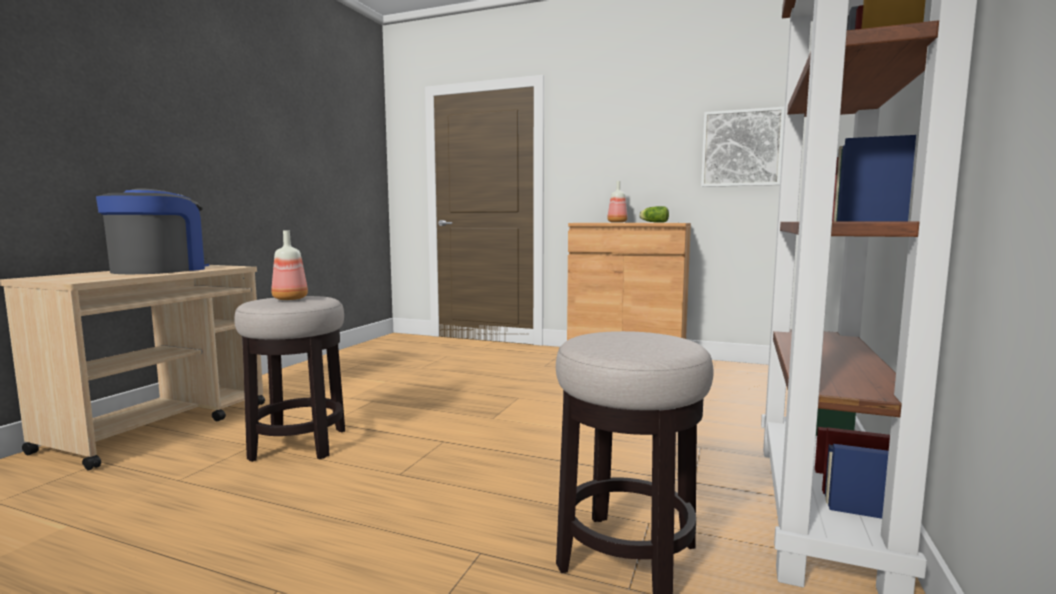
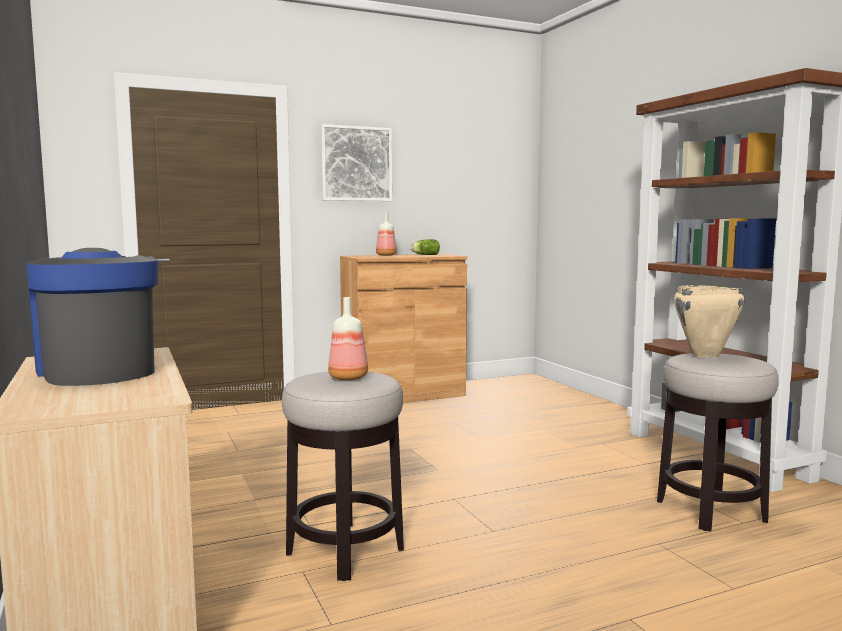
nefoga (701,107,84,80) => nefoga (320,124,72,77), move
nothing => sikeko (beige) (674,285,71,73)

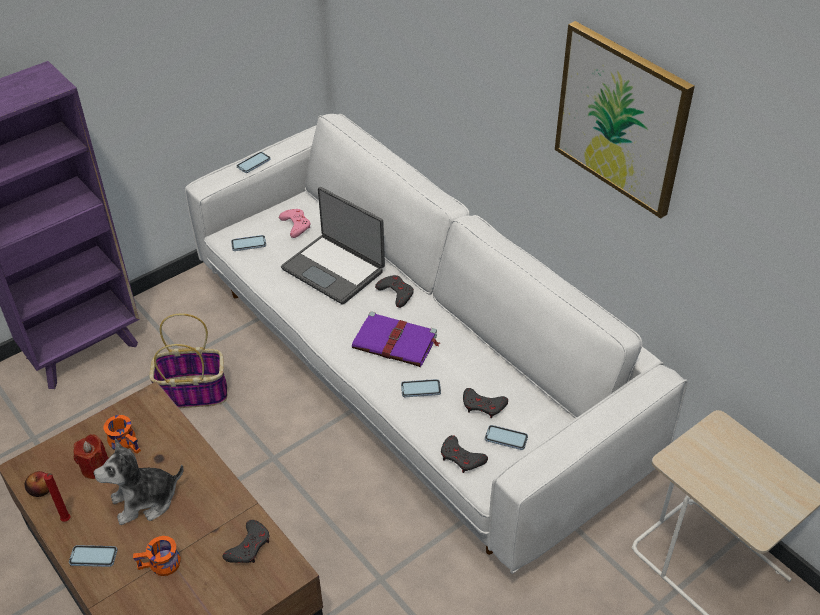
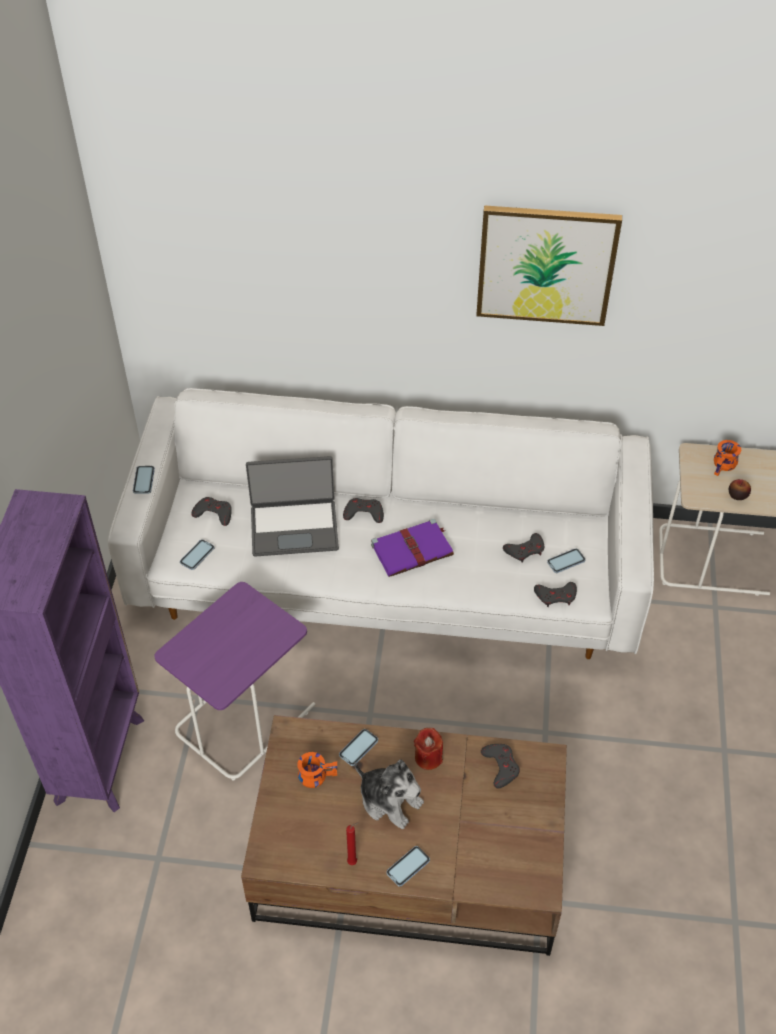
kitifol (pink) (279,209,31,29) => kitifol (grey) (191,497,41,29)
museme (149,313,78,95) => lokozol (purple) (154,582,162,198)
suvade (401,379,40,18) => suvade (339,729,39,37), move
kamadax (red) (74,434,35,45) => kamadax (red) (414,728,29,42), move
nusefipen (93,438,90,87) => nusefipen (354,759,70,70), 75 degrees counterclockwise
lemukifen (25,471,24,26) => lemukifen (729,479,22,21), move
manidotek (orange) (133,536,47,40) => manidotek (orange) (714,440,27,36), move

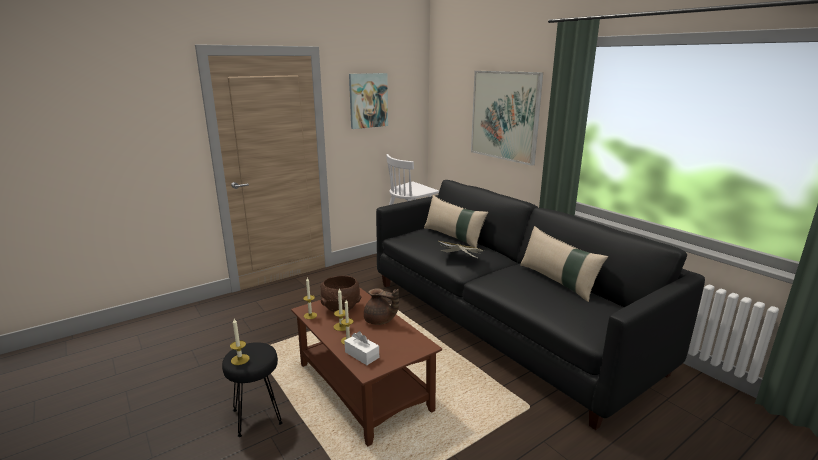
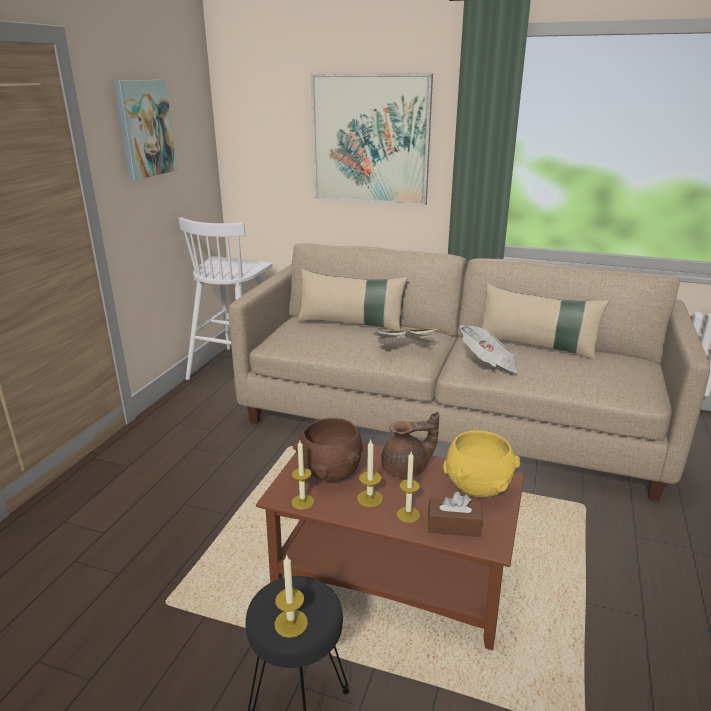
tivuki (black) (376,180,329,250) => tivuki (beige) (229,243,481,258)
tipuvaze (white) (345,331,34,34) => tipuvaze (brown) (428,492,55,45)
nothing => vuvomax (460,325,57,48)
nothing => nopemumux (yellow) (443,430,77,67)

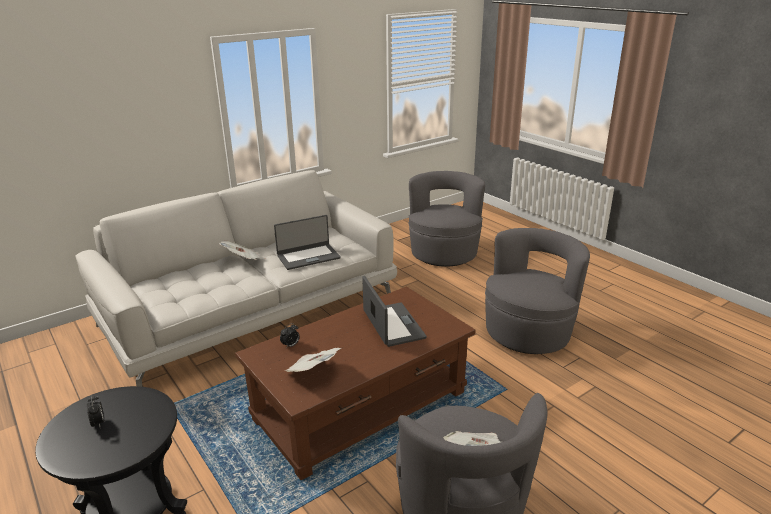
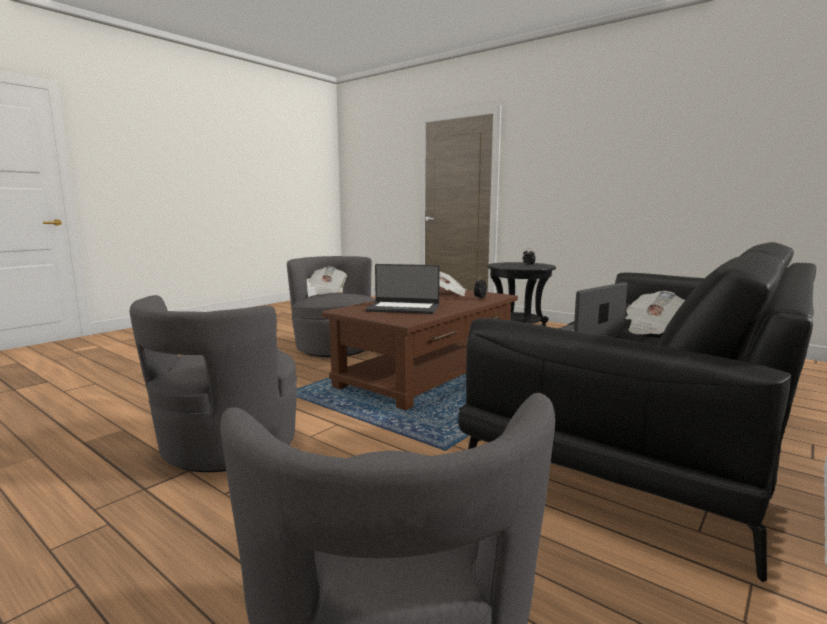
tivuki (white) (76,170,321,217) => tivuki (black) (458,242,358,340)
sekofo (362,276,65,71) => sekofo (365,264,75,50), 45 degrees counterclockwise

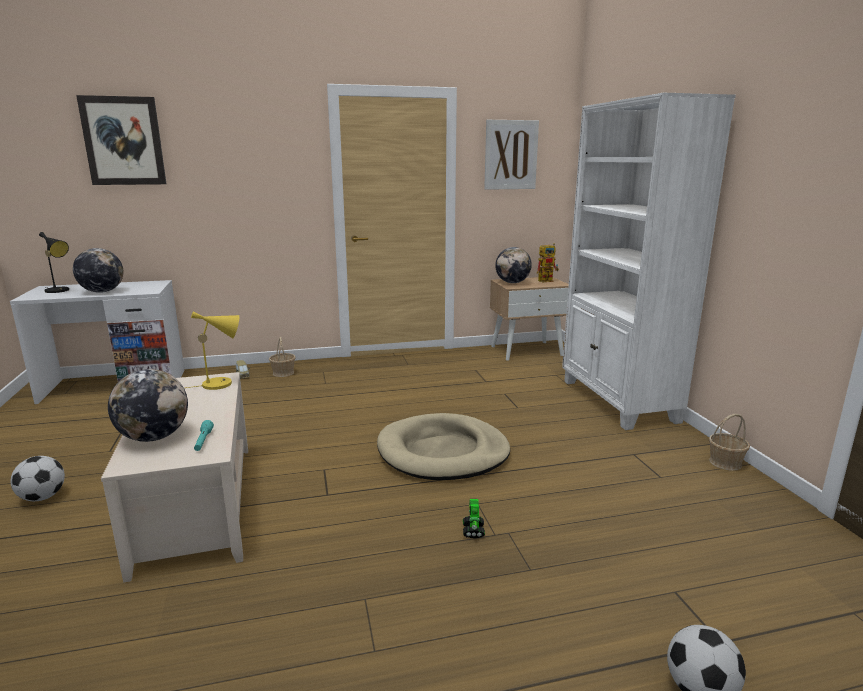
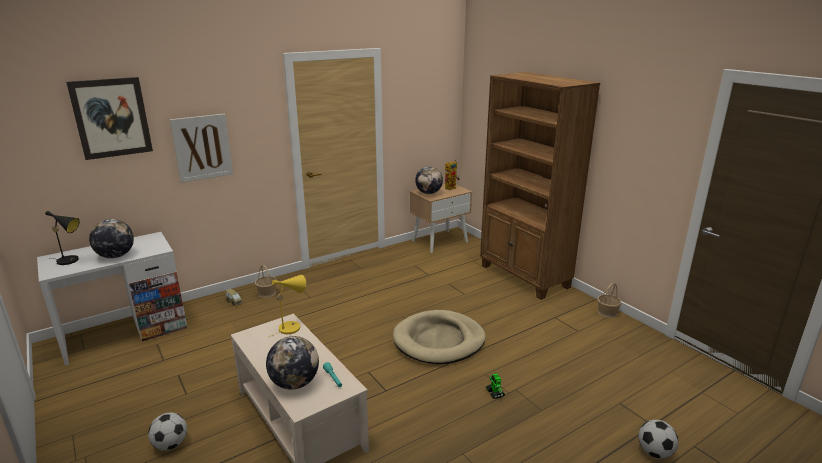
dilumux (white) (562,93,174,337) => dilumux (brown) (480,72,120,228)
nefoga (484,120,55,70) => nefoga (170,114,63,69), move

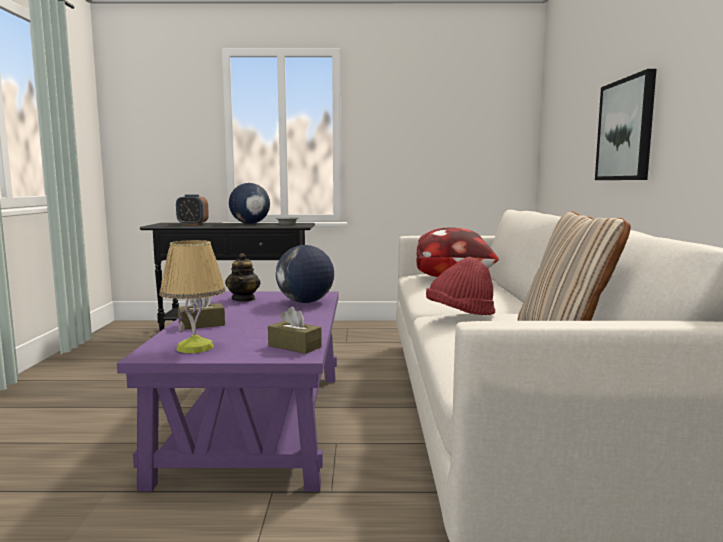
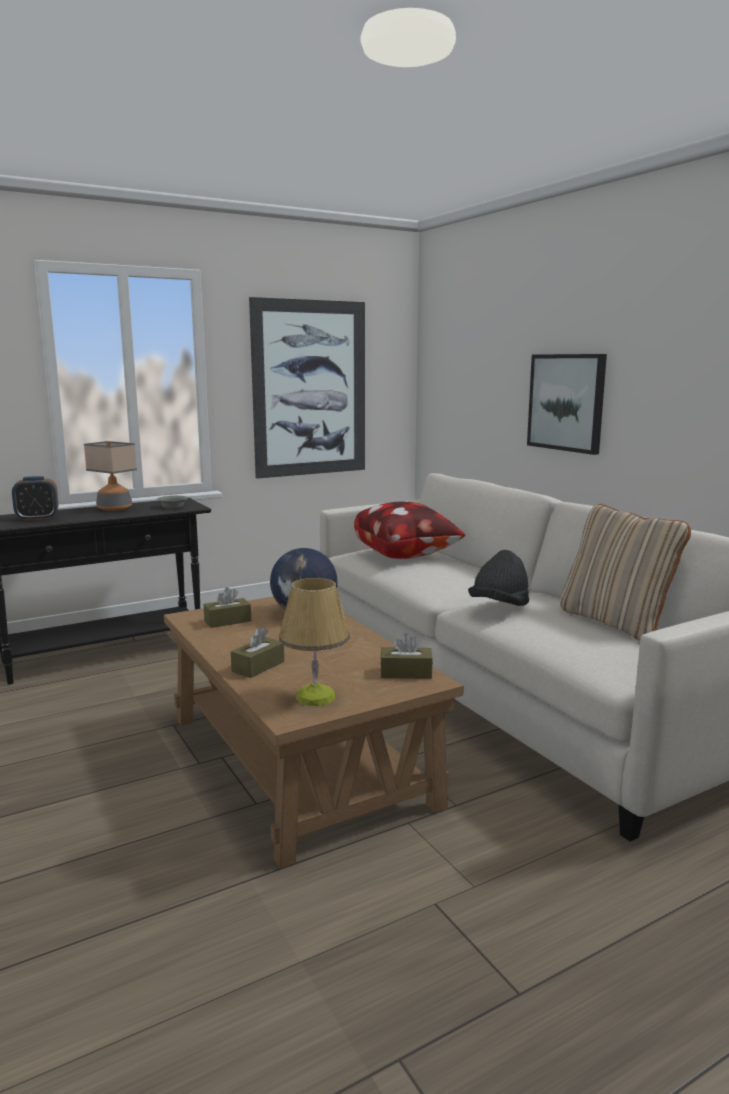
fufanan (229,183,41,41) => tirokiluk (84,441,53,70)
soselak (225,253,35,49) => tipuvaze (brown) (204,587,47,41)
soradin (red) (426,257,69,58) => soradin (black) (468,550,61,56)
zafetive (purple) (117,291,222,201) => zafetive (brown) (164,596,300,273)
nothing => nefoga (249,297,116,182)

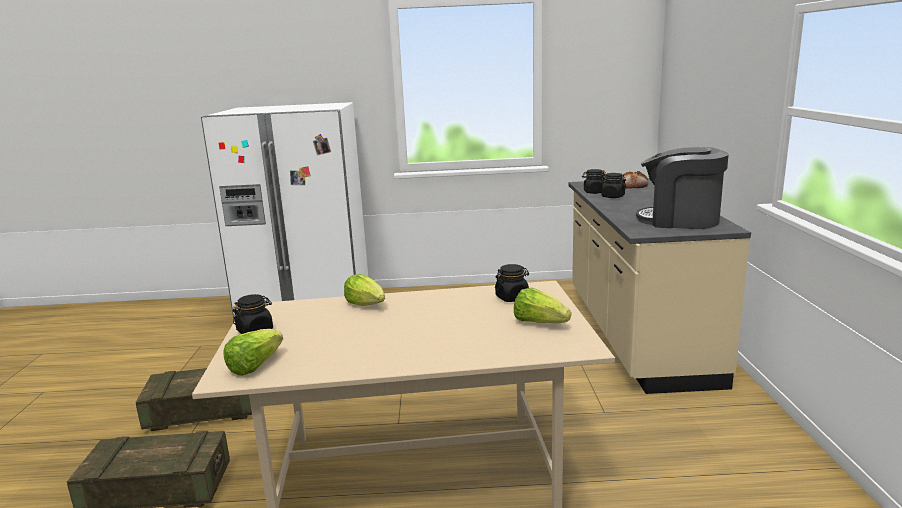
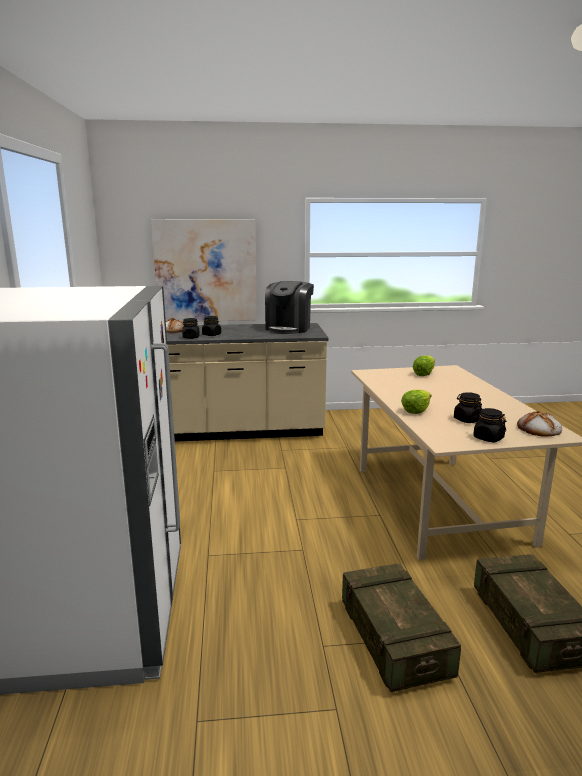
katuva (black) (495,264,34,38) => katuva (black) (454,392,28,31), move
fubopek (224,329,59,47) => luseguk (517,411,45,26)
nothing => nefoga (151,220,106,102)

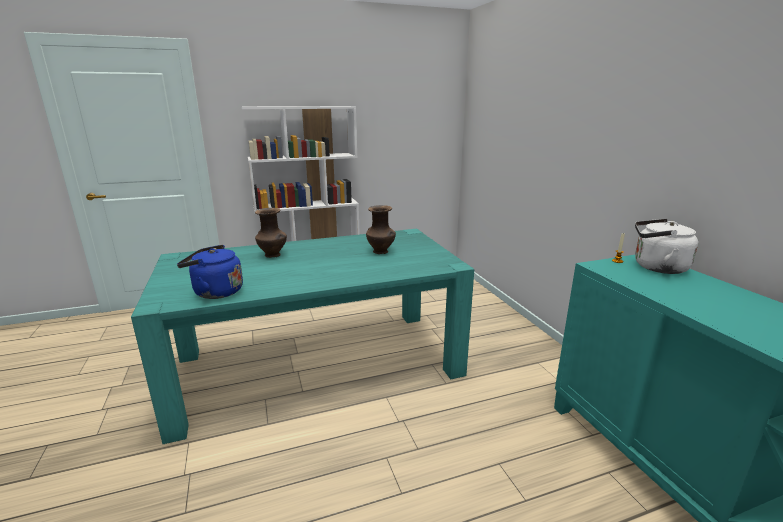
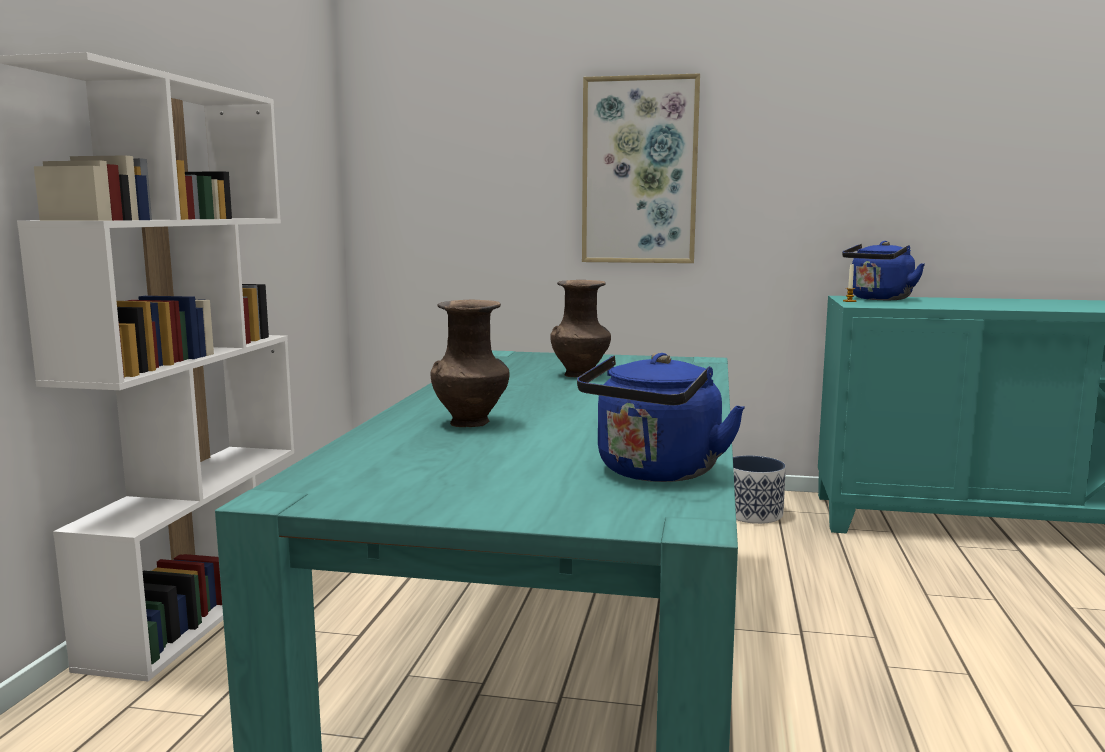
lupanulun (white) (635,219,63,55) => lupanulun (blue) (842,241,83,59)
nothing => nefoga (582,73,118,190)
nothing => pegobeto (733,456,53,68)

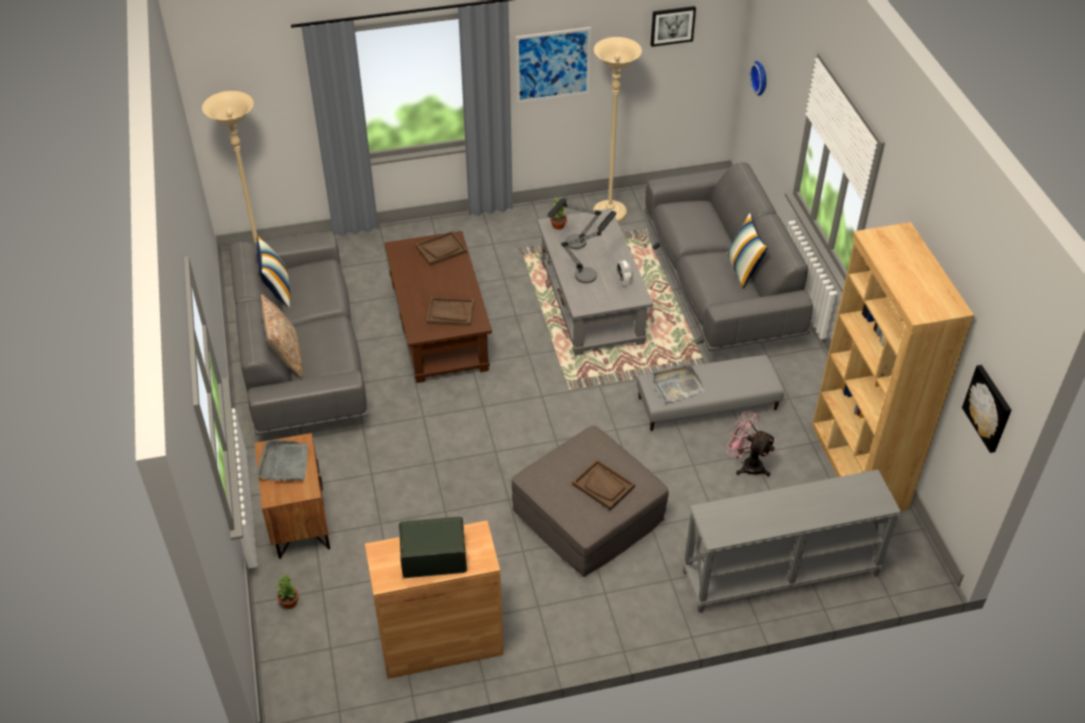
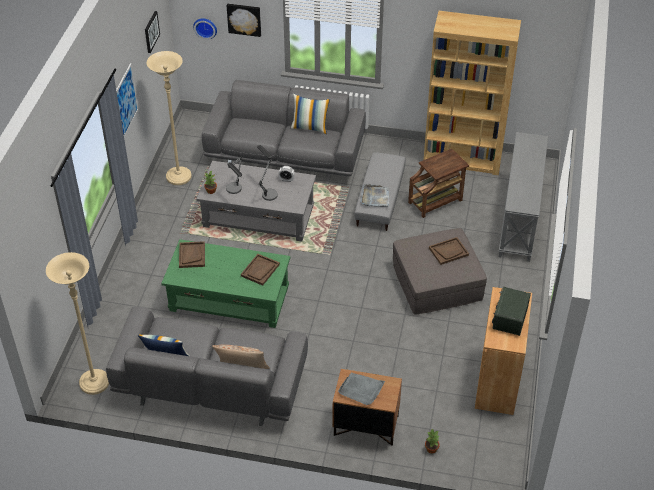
zafetive (brown) (385,231,107,152) => zafetive (green) (161,239,129,89)
nefoga (962,365,50,88) => nefoga (226,4,35,33), move
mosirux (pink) (726,411,50,66) => lokozol (brown) (408,148,61,70)

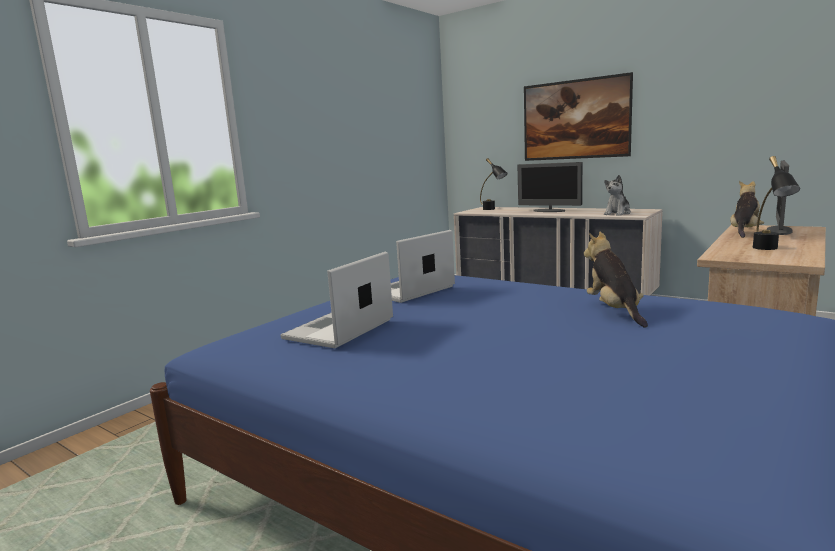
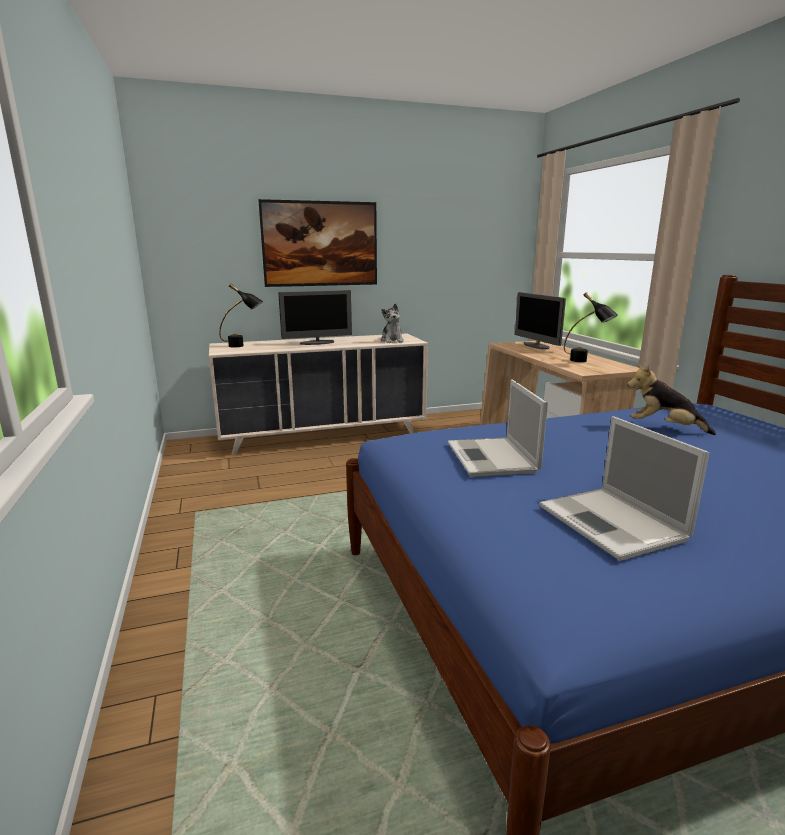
nusefipen (730,181,34,57) => nothing

